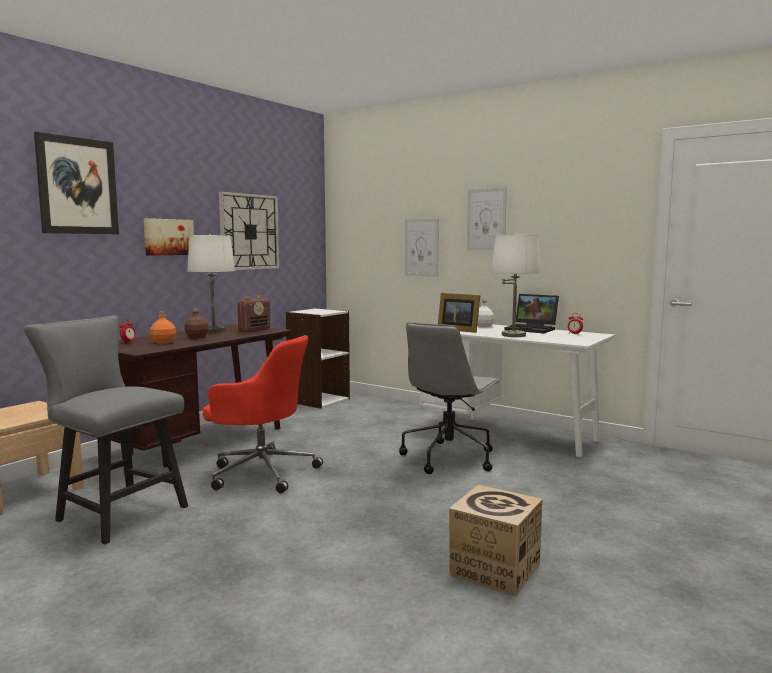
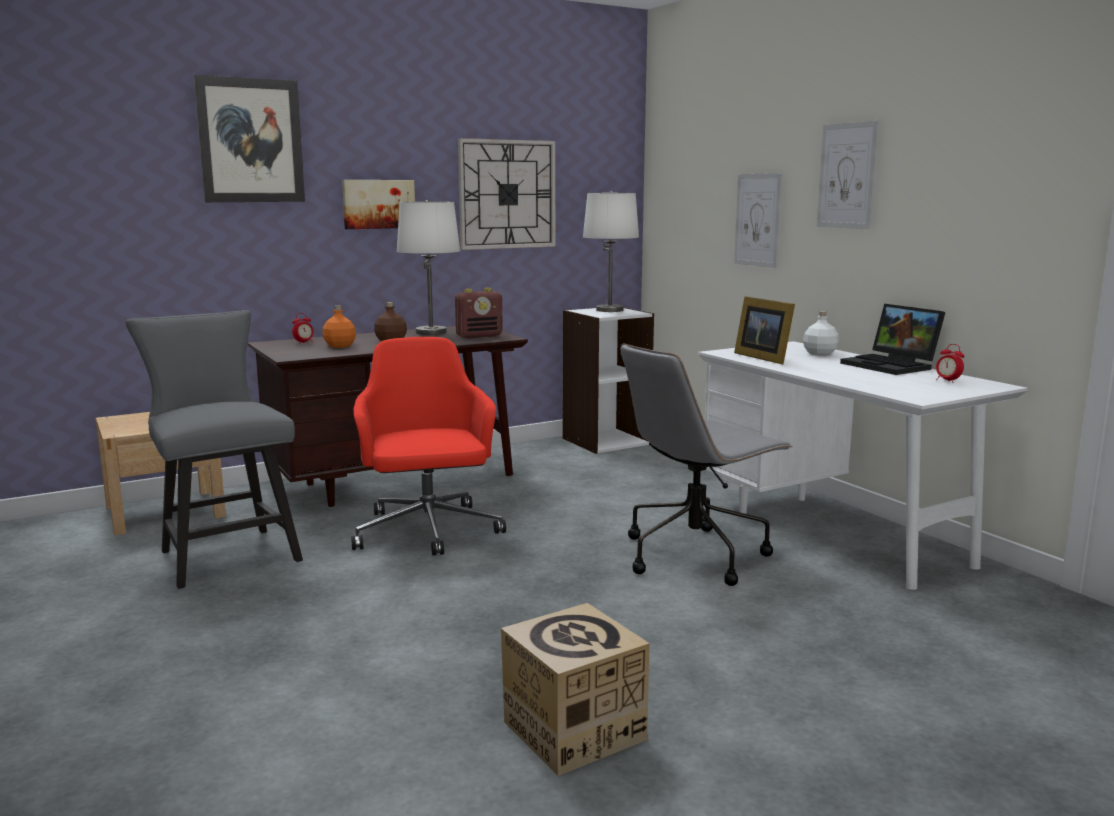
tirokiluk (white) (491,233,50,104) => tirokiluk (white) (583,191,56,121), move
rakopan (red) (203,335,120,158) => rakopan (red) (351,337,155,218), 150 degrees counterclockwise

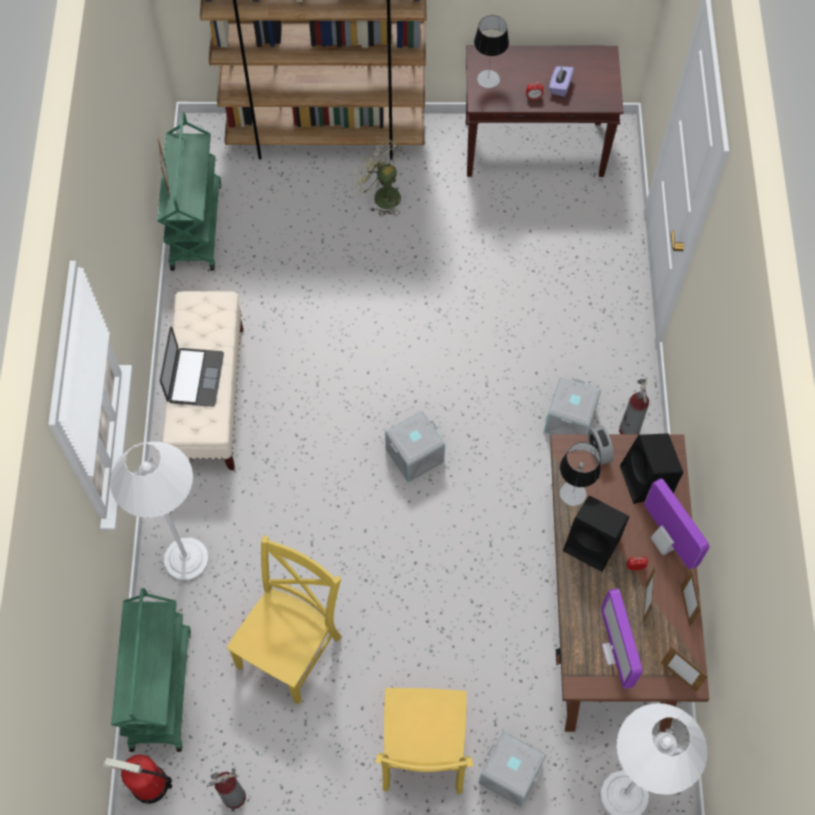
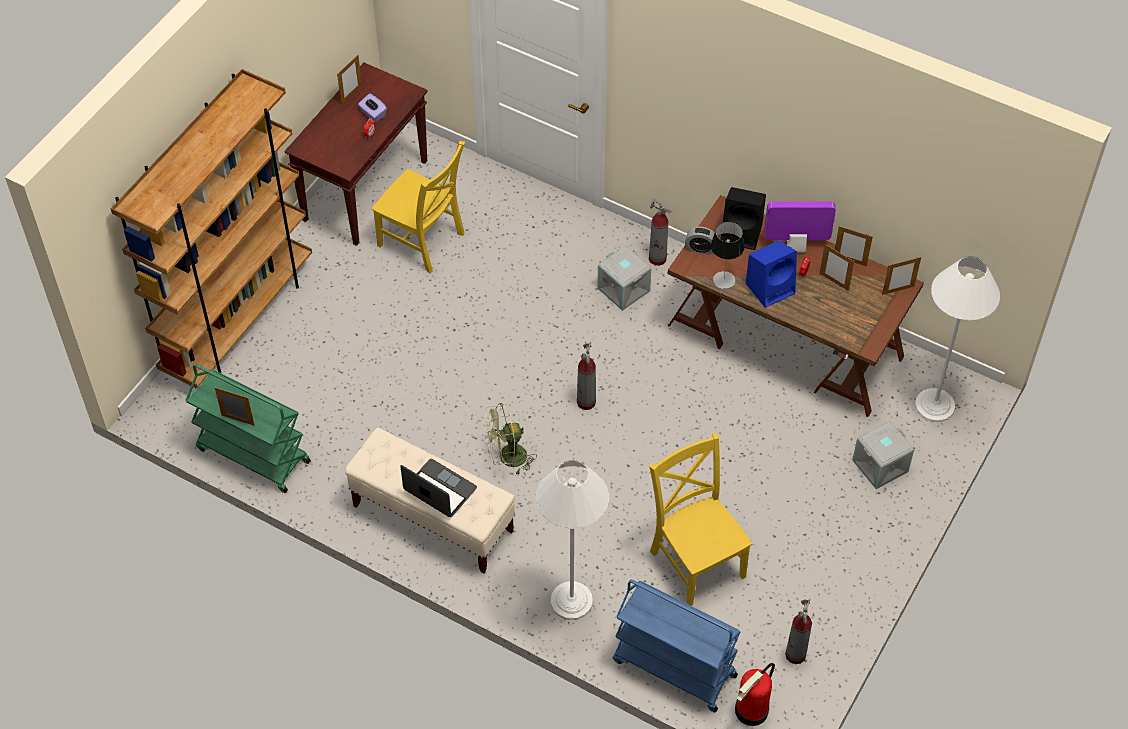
tirokiluk (474,15,35,73) => nothing
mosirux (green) (352,139,50,77) => mosirux (green) (483,403,54,73), move
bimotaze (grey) (385,411,60,71) => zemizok (577,342,19,68)
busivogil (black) (563,496,66,76) => busivogil (blue) (746,240,51,68)
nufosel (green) (111,588,80,164) => nufosel (blue) (613,580,128,132)
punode (601,588,41,101) => nothing
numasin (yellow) (375,688,98,106) => numasin (yellow) (372,141,93,132), move
nothing => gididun (337,55,25,50)

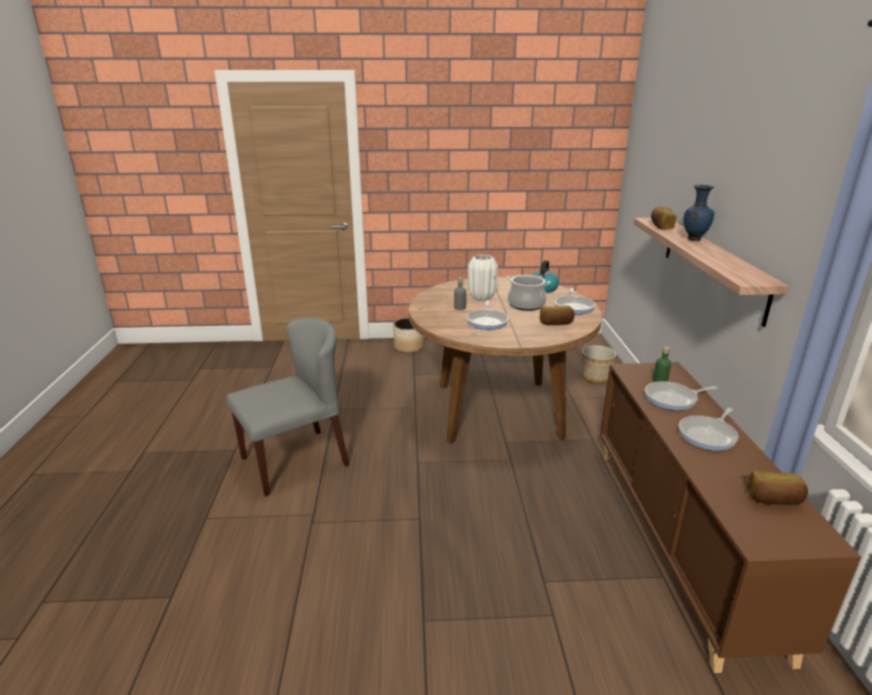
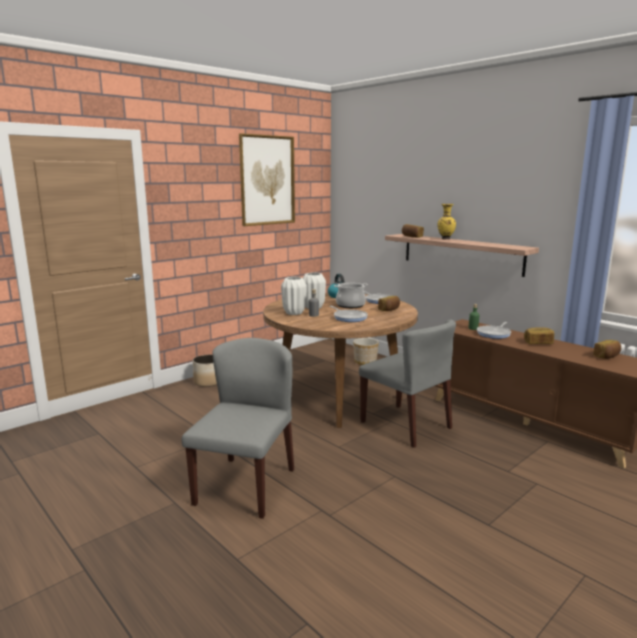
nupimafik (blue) (684,185,30,56) => nupimafik (yellow) (437,204,19,35)
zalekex (679,408,60,43) => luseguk (524,328,30,16)
nothing => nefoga (239,133,56,93)
nothing => nupimafik (white) (281,277,26,38)
nothing => numasin (grey) (359,320,97,128)

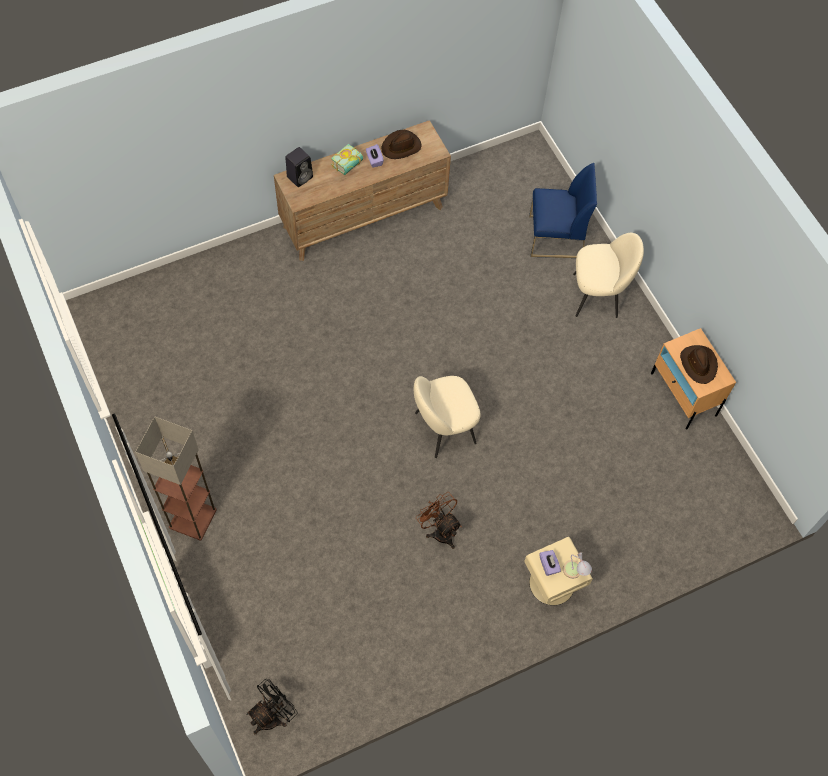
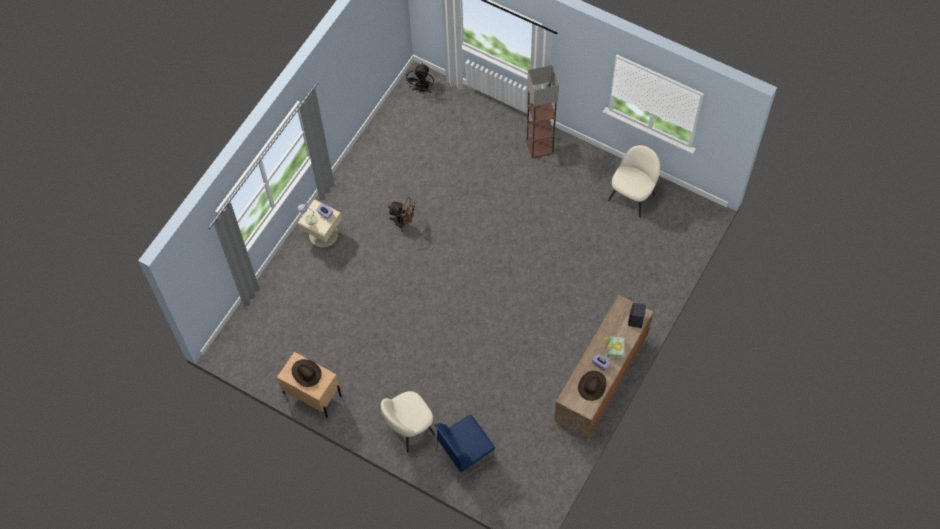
numasin (beige) (414,376,67,82) => numasin (beige) (608,145,52,73), move

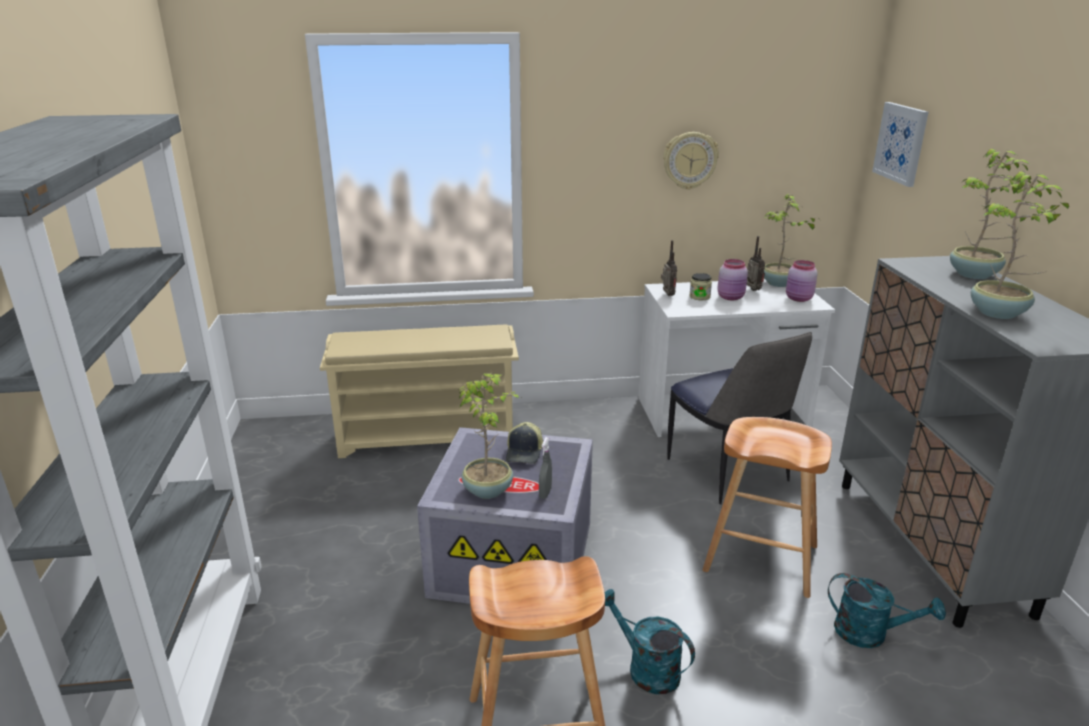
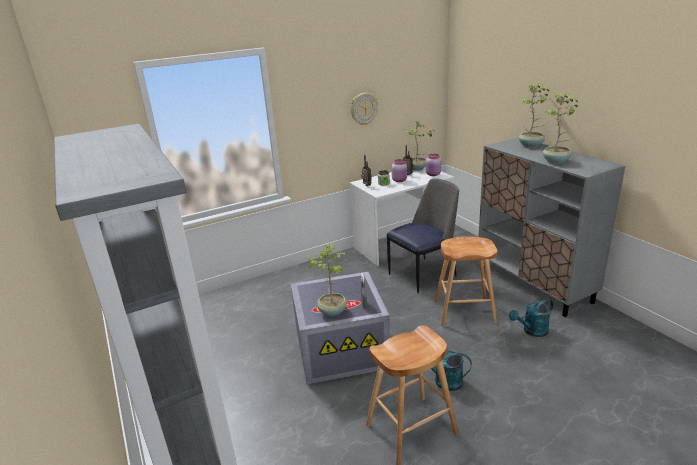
nefoga (872,102,57,85) => nothing
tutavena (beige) (320,324,199,134) => nothing
numasin (667,332,145,173) => numasin (387,178,72,115), 75 degrees counterclockwise
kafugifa (506,422,37,42) => nothing
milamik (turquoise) (828,573,118,75) => milamik (turquoise) (509,298,44,39), 150 degrees clockwise

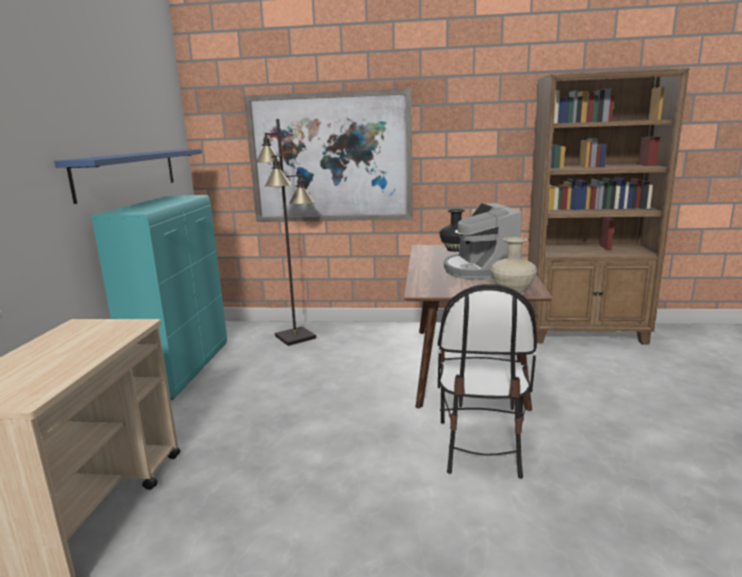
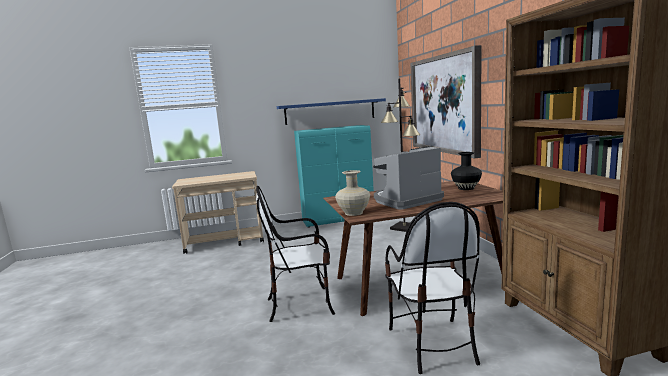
nothing => numasin (385,202,95,172)

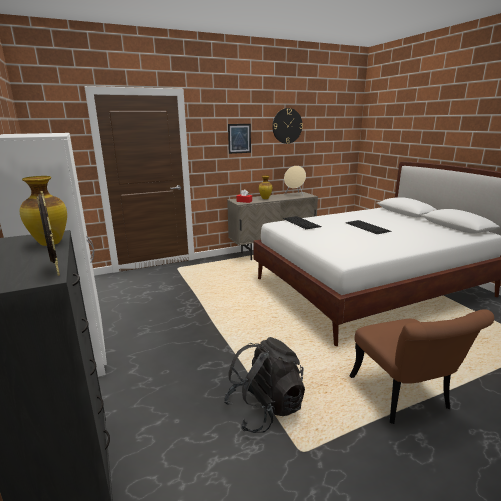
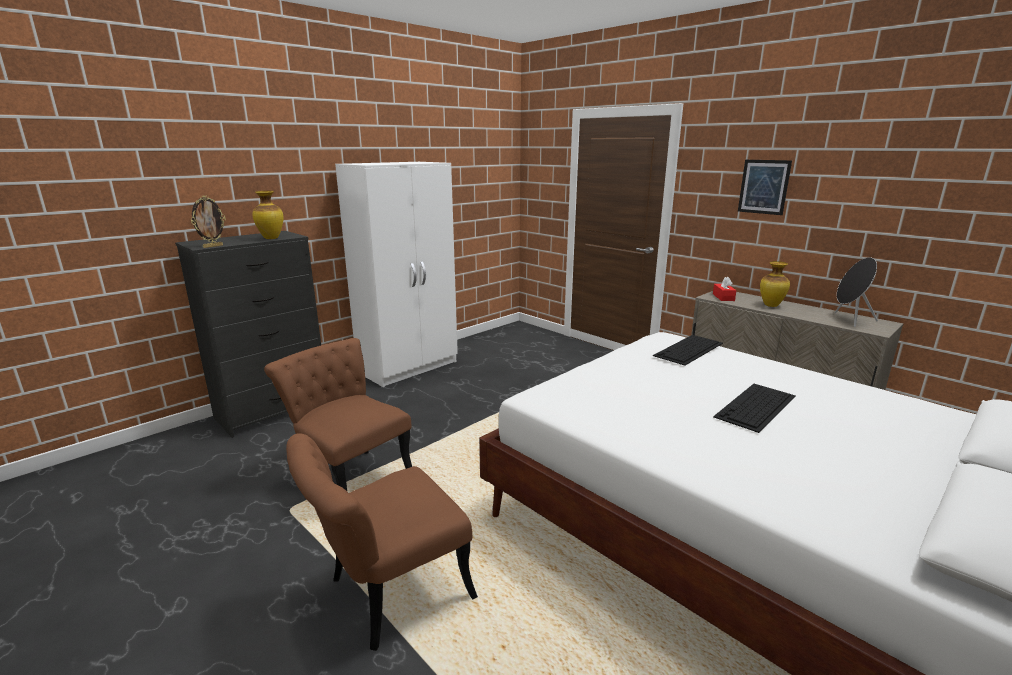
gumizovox (272,108,31,36) => nothing
busivogil (beige) (284,166,22,31) => busivogil (black) (835,257,43,70)
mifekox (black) (224,337,81,96) => numasin (brown) (264,338,148,153)

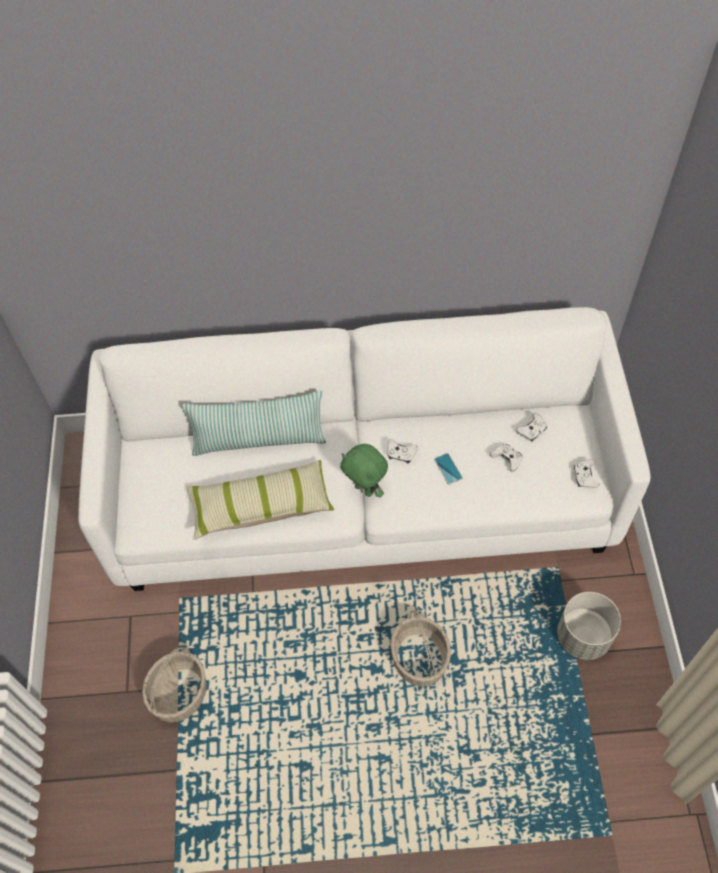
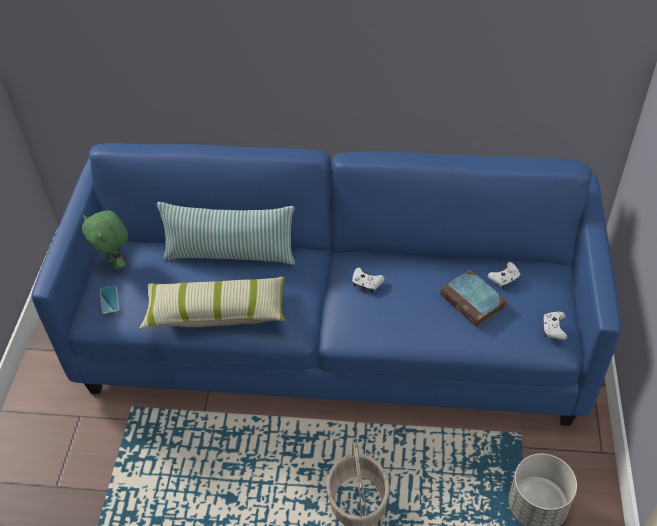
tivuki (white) (78,307,572,284) => tivuki (blue) (32,143,589,283)
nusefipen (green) (340,444,48,53) => nusefipen (green) (82,210,46,60), move
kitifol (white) (490,444,32,28) => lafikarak (440,269,67,58)
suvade (434,453,29,32) => suvade (100,285,19,29), move
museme (142,647,65,76) => nothing

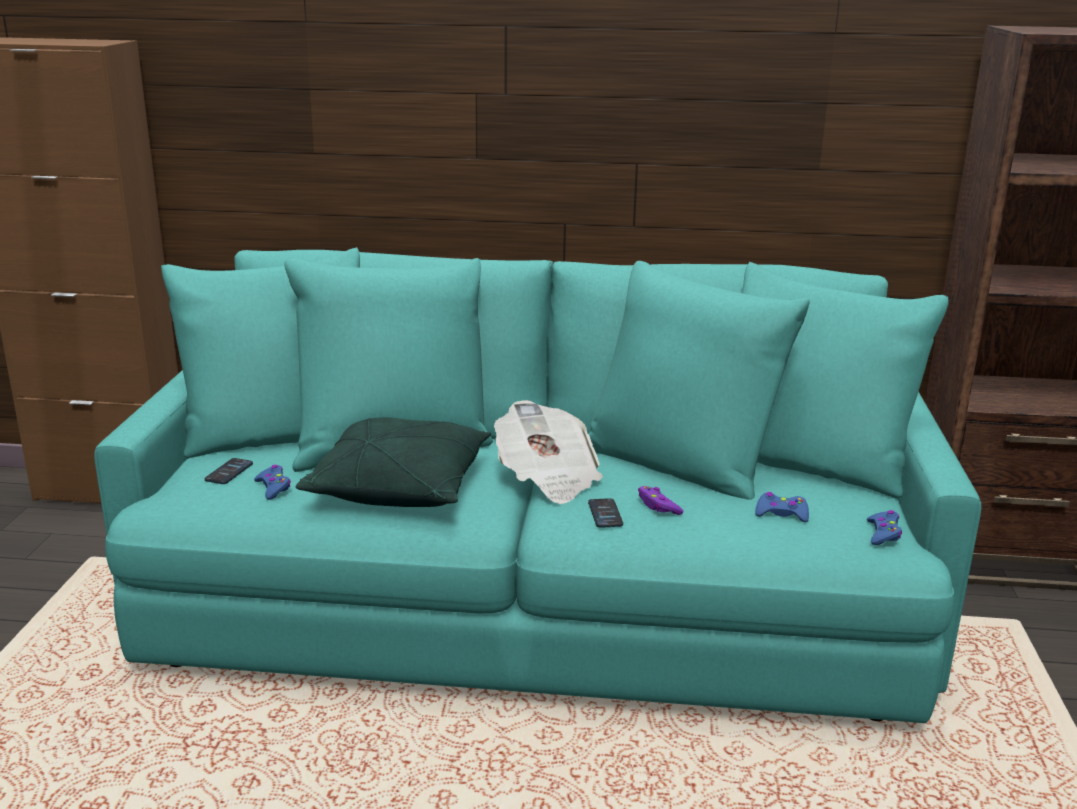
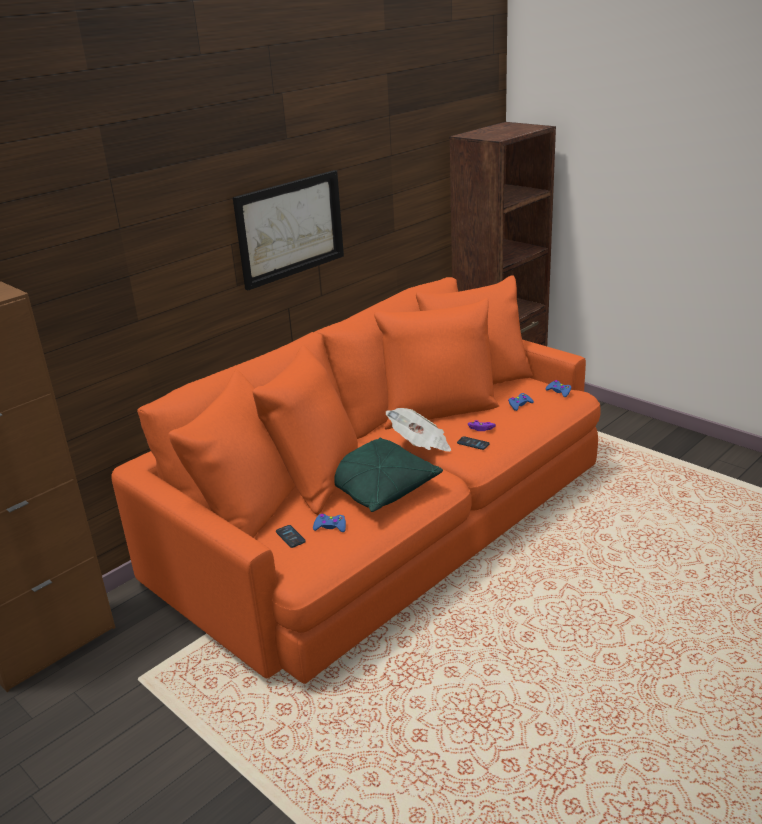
tivuki (turquoise) (94,247,887,476) => tivuki (orange) (111,275,490,409)
nothing => nefoga (233,170,111,121)

